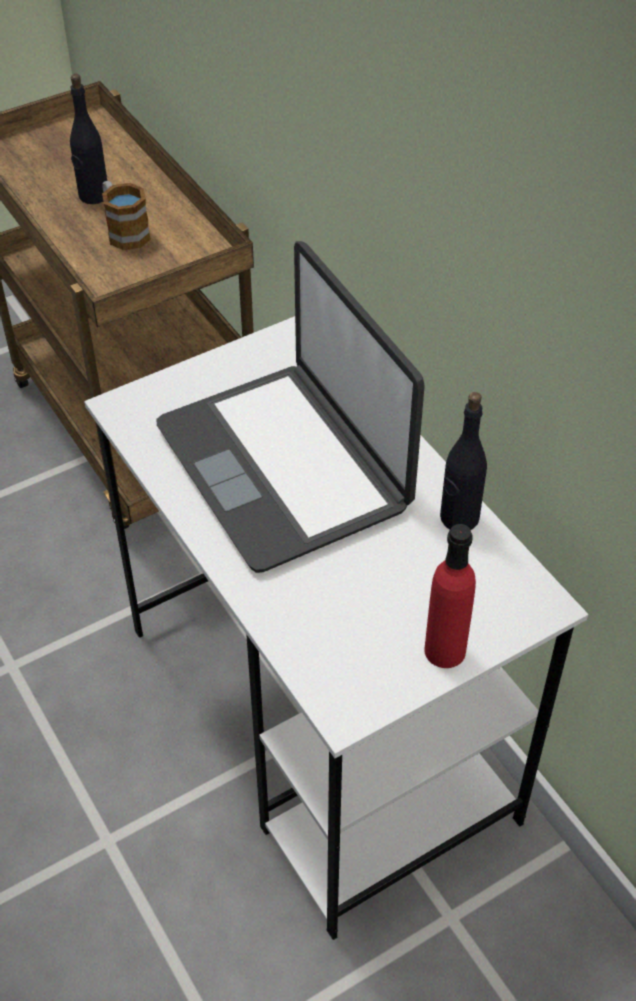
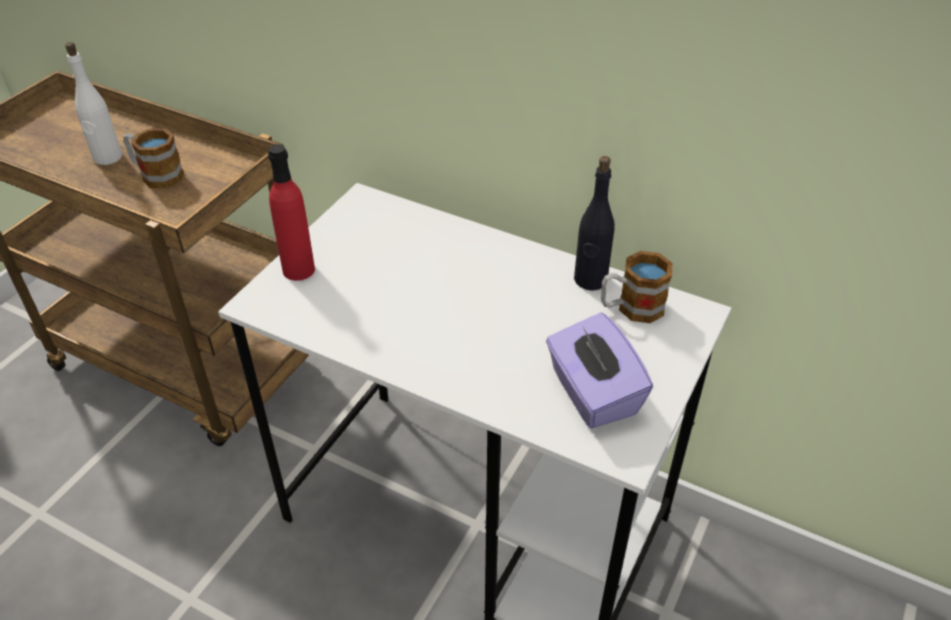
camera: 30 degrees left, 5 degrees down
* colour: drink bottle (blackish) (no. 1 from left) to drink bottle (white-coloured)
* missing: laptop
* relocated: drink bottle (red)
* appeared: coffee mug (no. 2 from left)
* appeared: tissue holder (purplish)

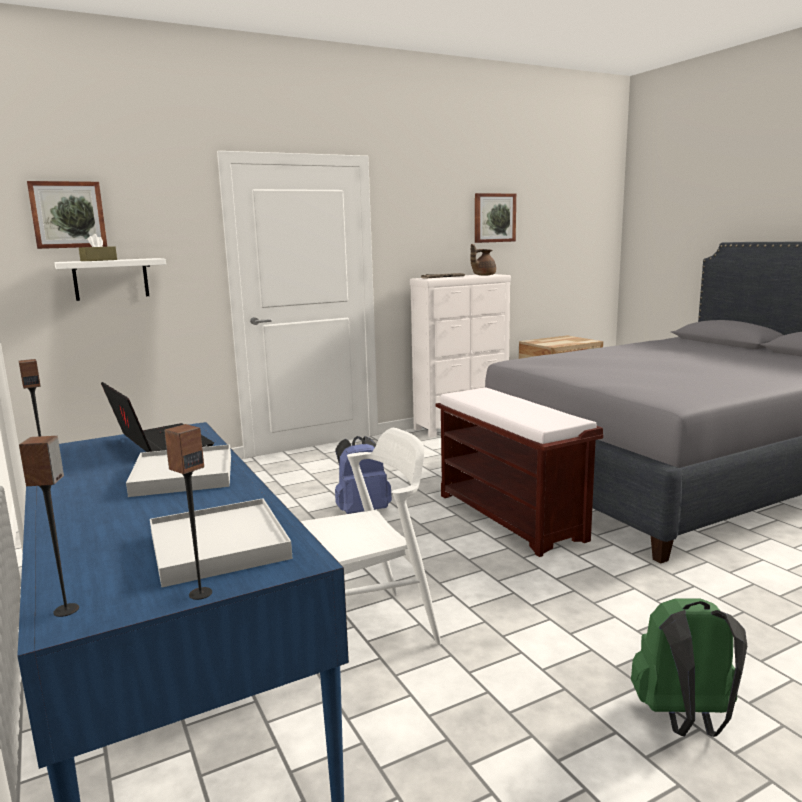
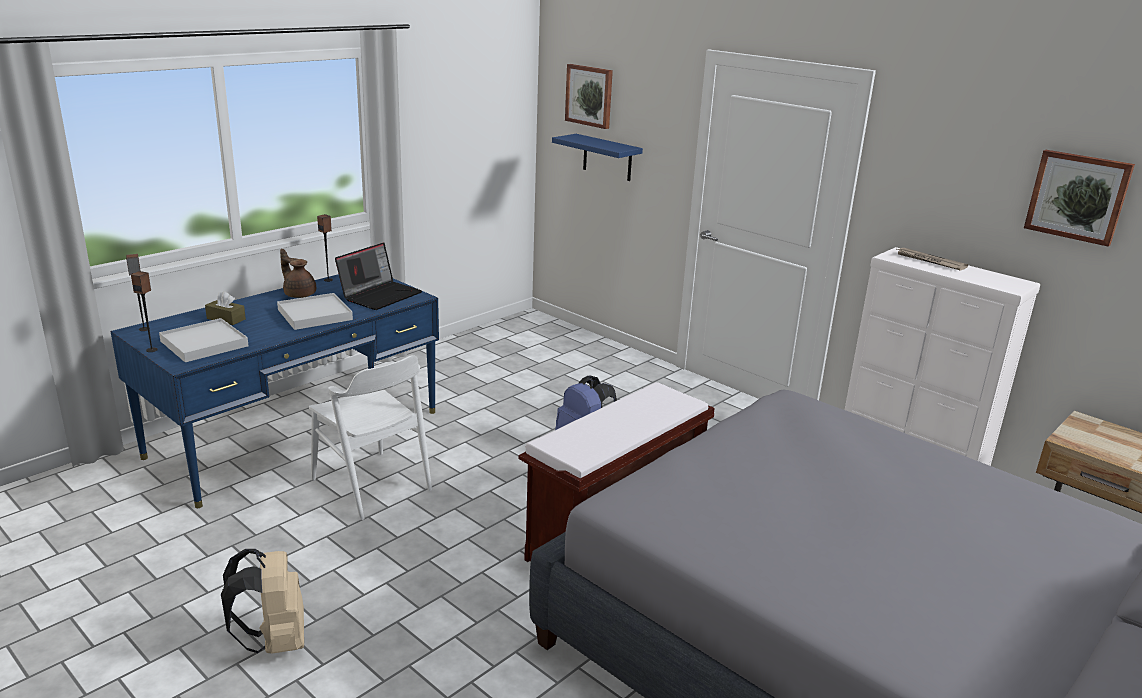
camera: 70 degrees right, 10 degrees up
* relocated: tissue holder (brown-coloured)
* relocated: pot for tea (brown-coloured)
* colour: shelf (white-coloured) to shelf (blue-coloured)
* colour: rucksack (greenish) to rucksack (beige-coloured)

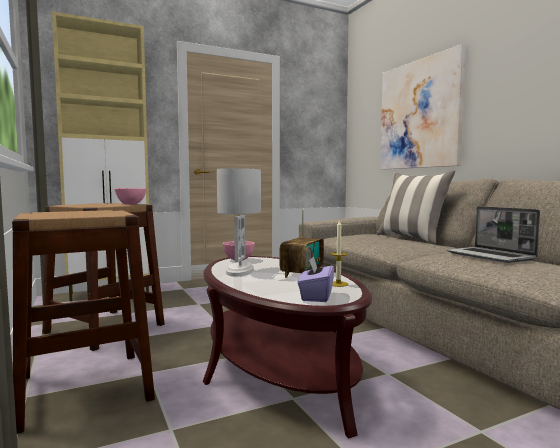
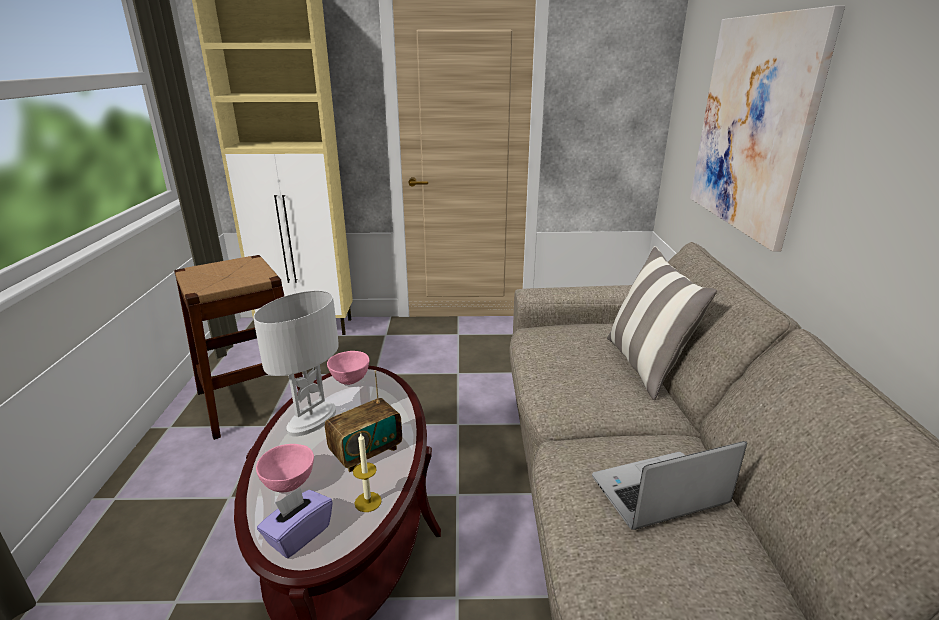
camera: 25 degrees right, 20 degrees up
* relocated: serving bowl (pink) (no. 1 from left)
* spun: laptop 75 degrees clockwise
* missing: stool (brown-coloured) (no. 1 from left)

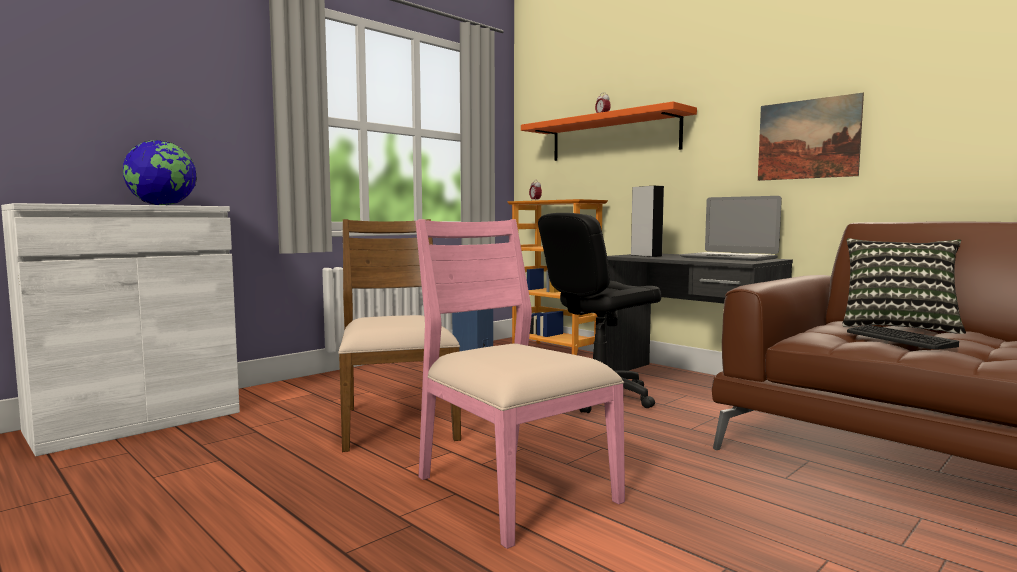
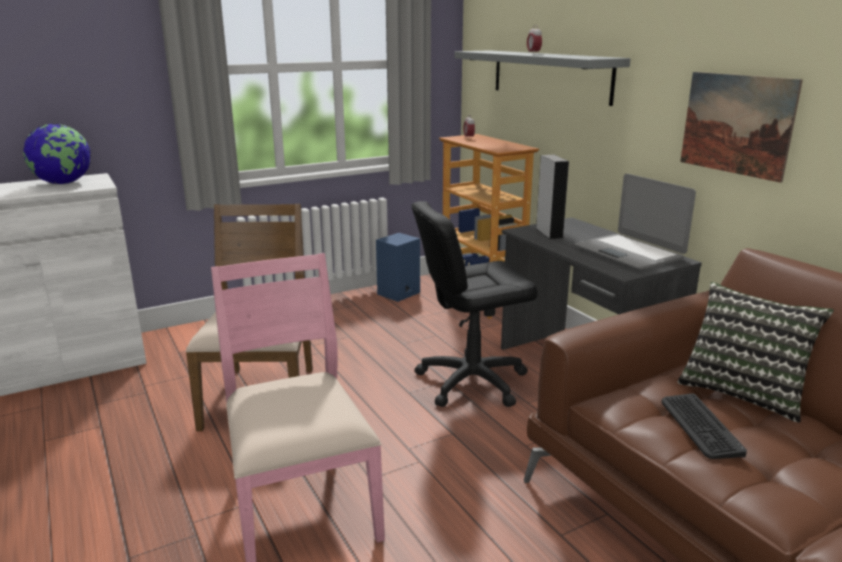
camera: 15 degrees right, 15 degrees up
* colour: shelf (orangey) to shelf (greyish)

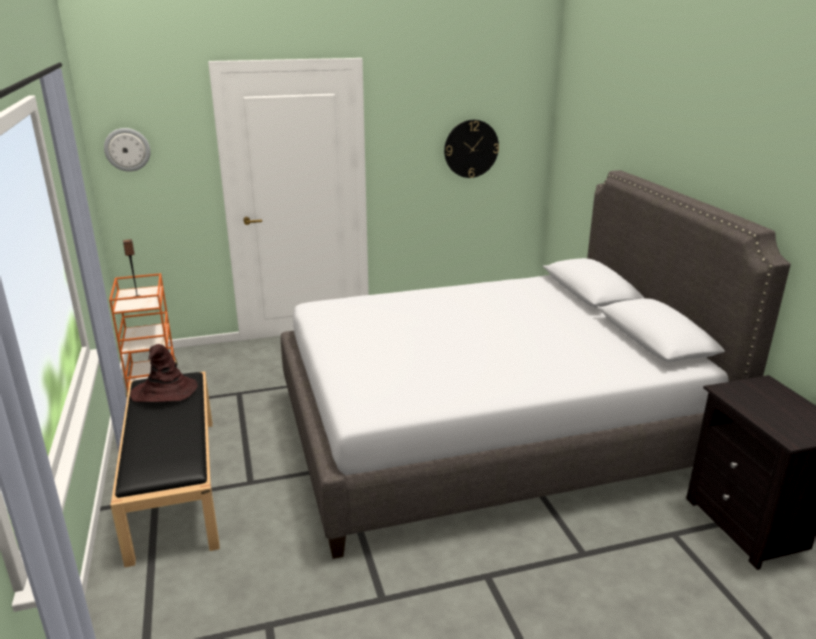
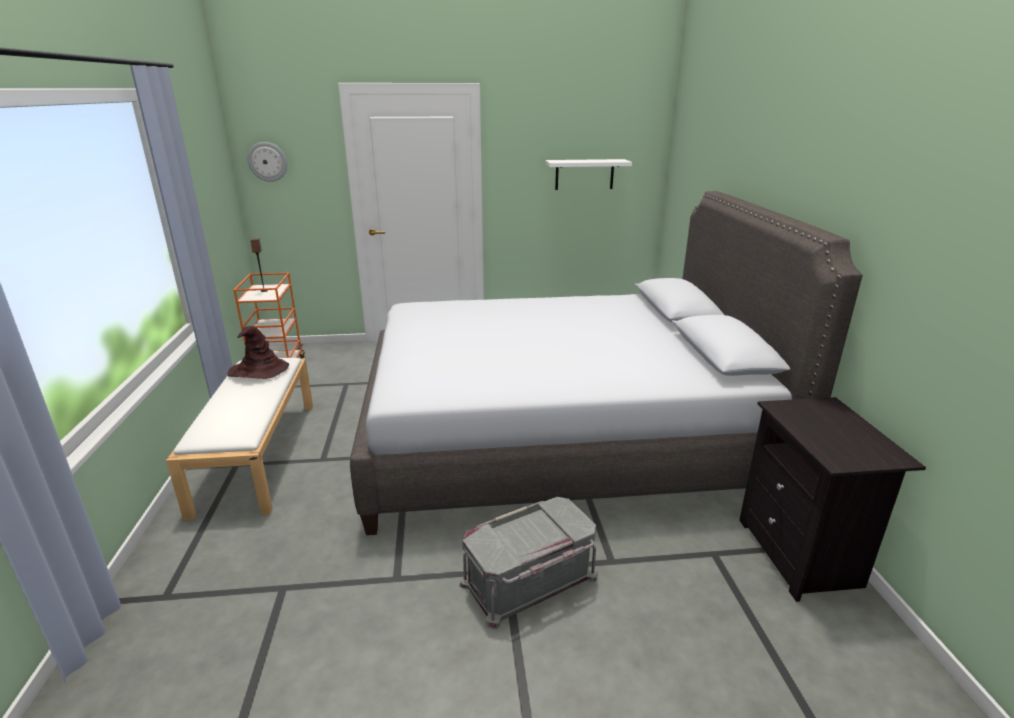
camera: 10 degrees right, 0 degrees up
* exchanged: wall clock (no. 2 from left) to shelf (white-coloured)
* colour: indoor bench (blackish) to indoor bench (white-coloured)
* appeared: storage bin (greyish)

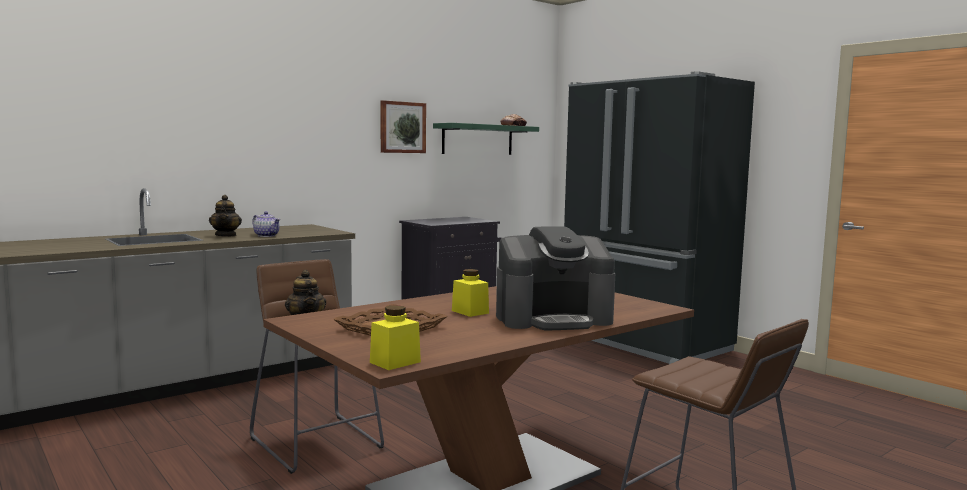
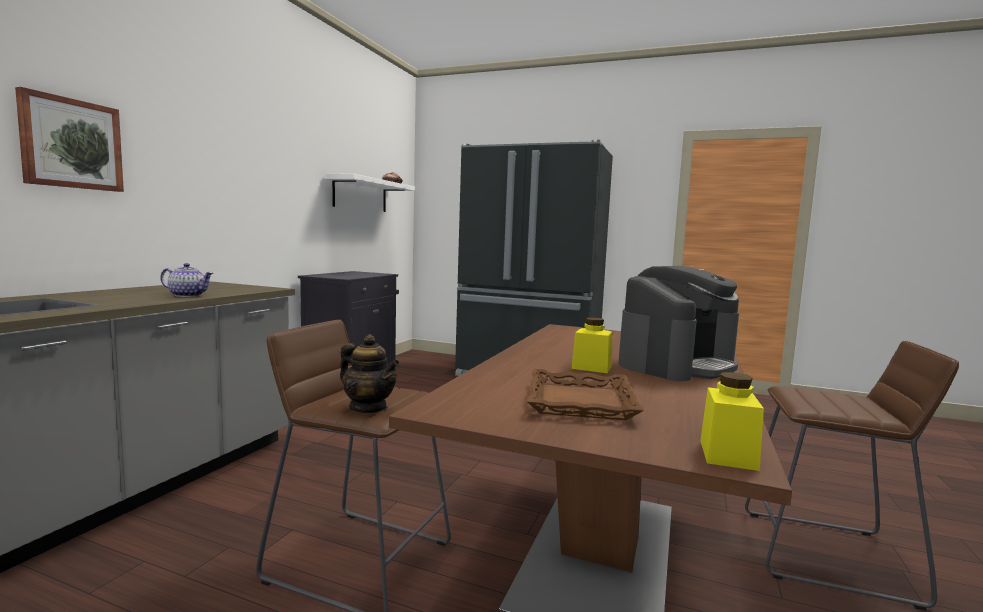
camera: 30 degrees left, 0 degrees up
* relocated: wall art
* colour: shelf (greenish) to shelf (white-coloured)
* missing: pot for tea (no. 1 from left)

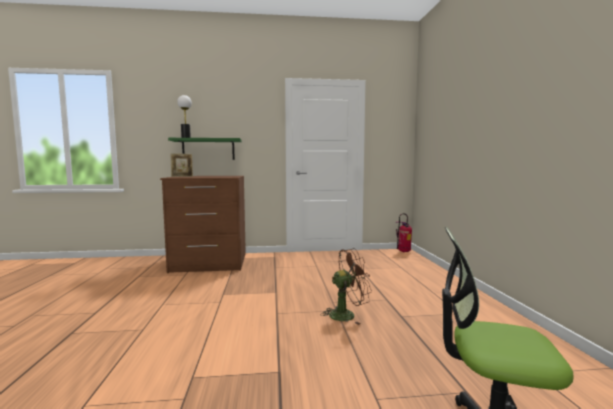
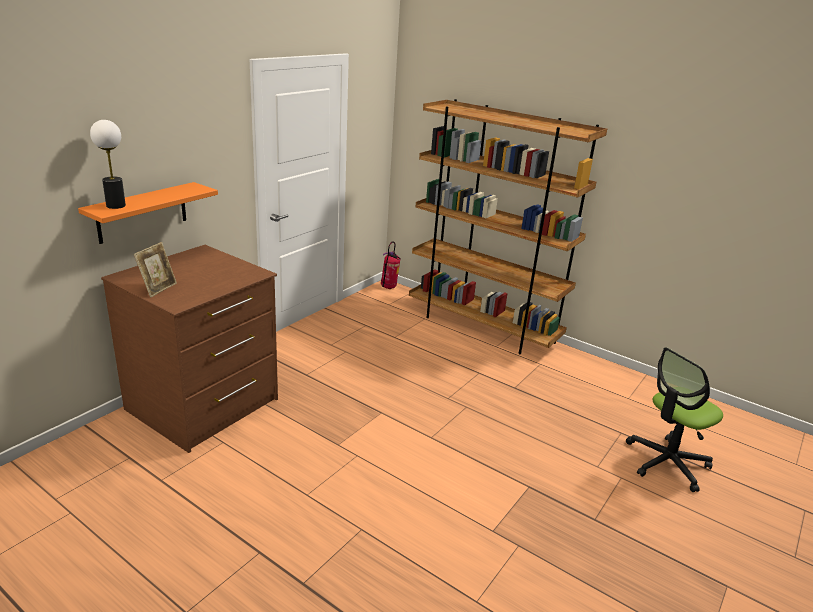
camera: 50 degrees left, 20 degrees up
* colour: shelf (greenish) to shelf (orangey)
* missing: cooling fan (brown-coloured)
* appeared: bookshelf (brown-coloured)

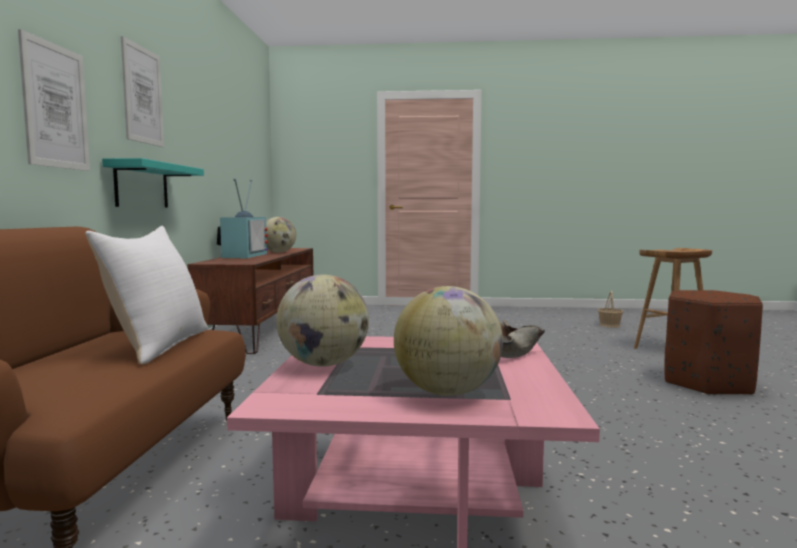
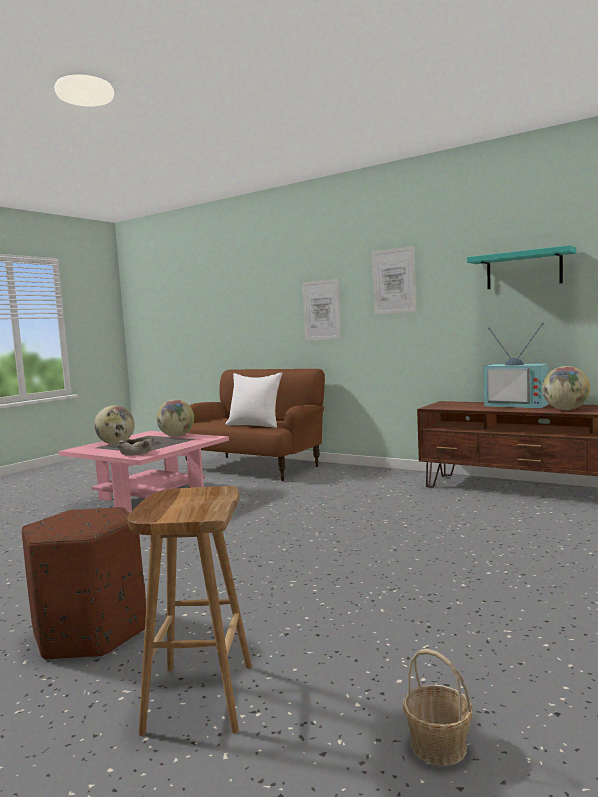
camera: 120 degrees right, 0 degrees up
* relocated: shelf (turquoise-coloured)

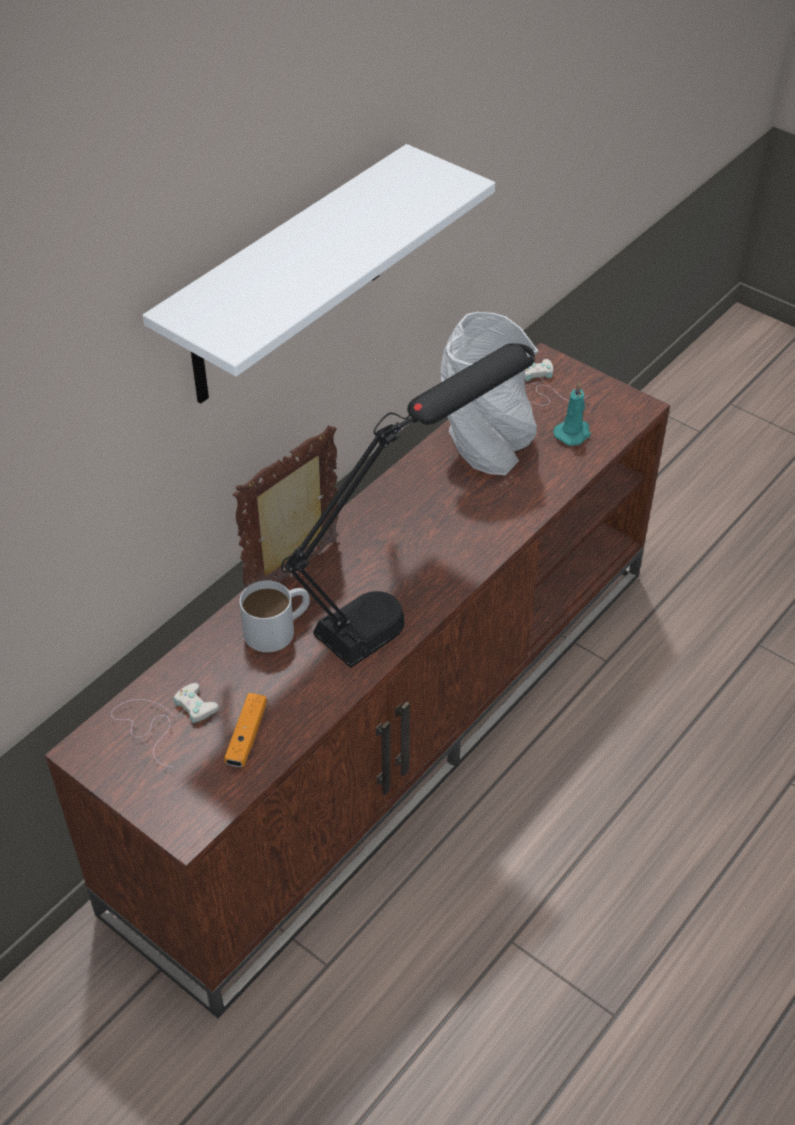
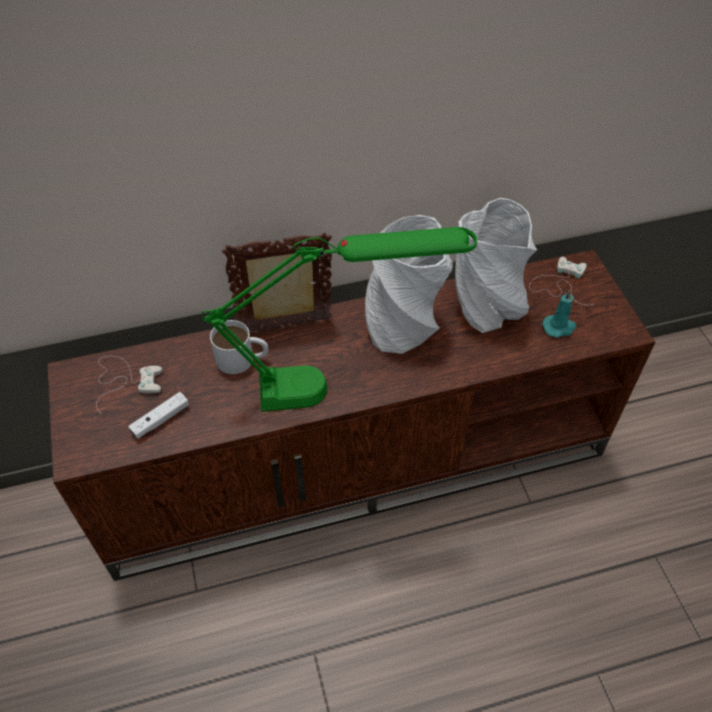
camera: 35 degrees right, 5 degrees up
* missing: shelf (white-coloured)
* colour: table lamp (blackish) to table lamp (greenish)
* colour: gamepad (orangey) to gamepad (white-coloured) (no. 2 from left)
* appeared: decorative vase (greyish) (no. 1 from left)

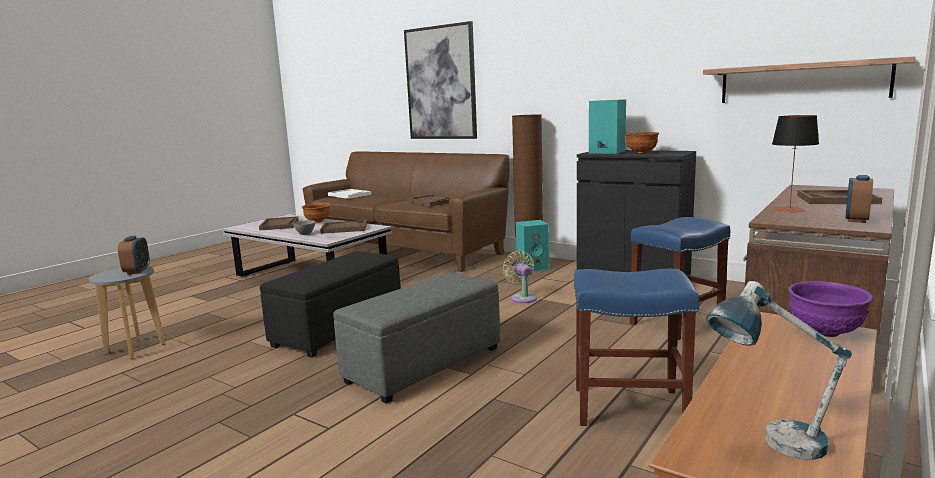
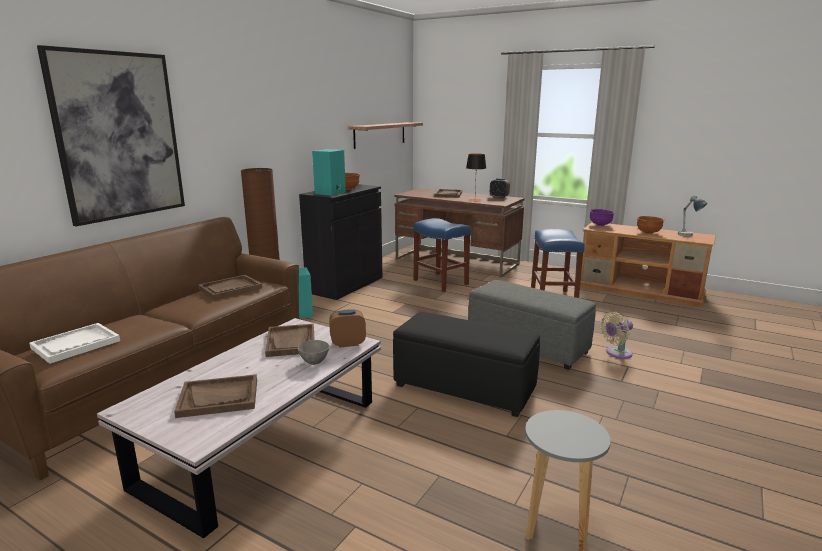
camera: 95 degrees left, 5 degrees up
* relocated: serving bowl (brown-coloured) (no. 1 from left in the first image) to serving bowl (brown-coloured) (no. 2 from left)
* relocated: alarm clock (no. 1 from left)
* relocated: cooling fan (beige-coloured)

